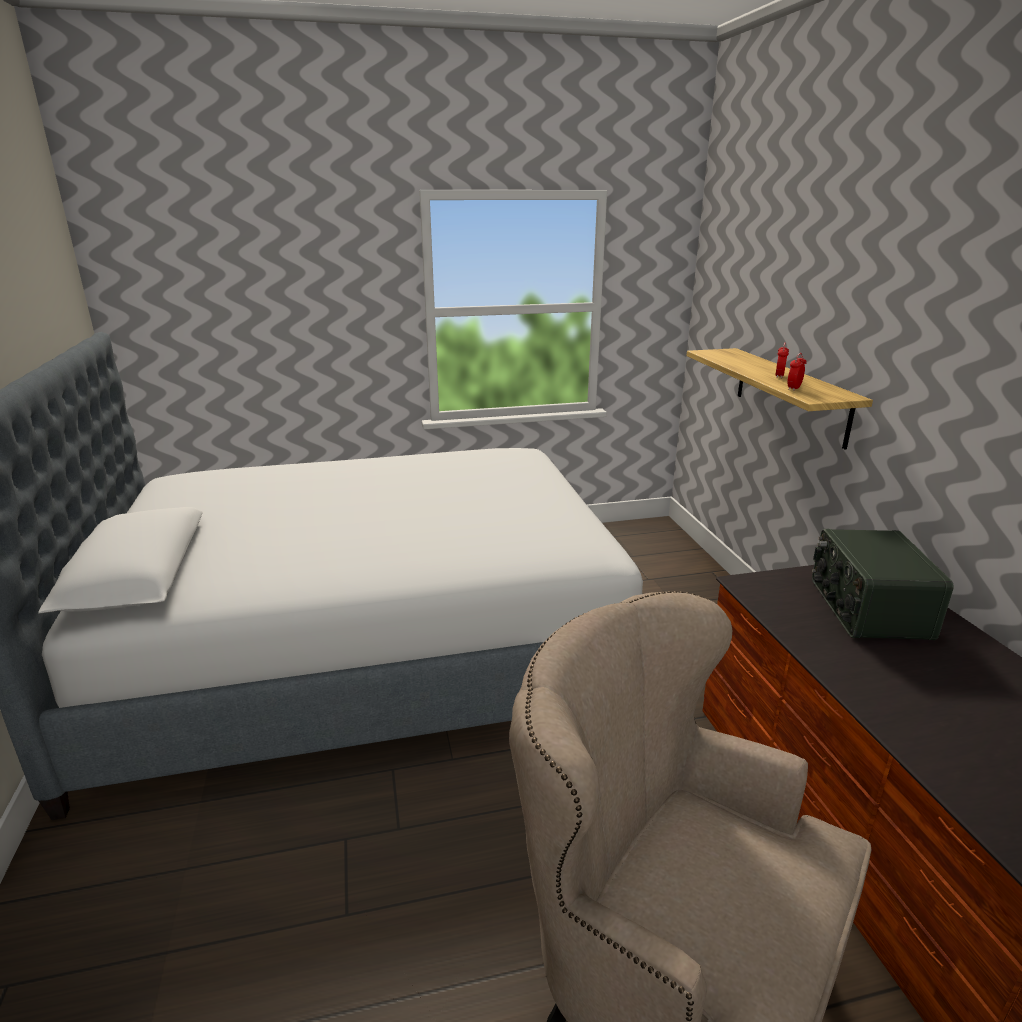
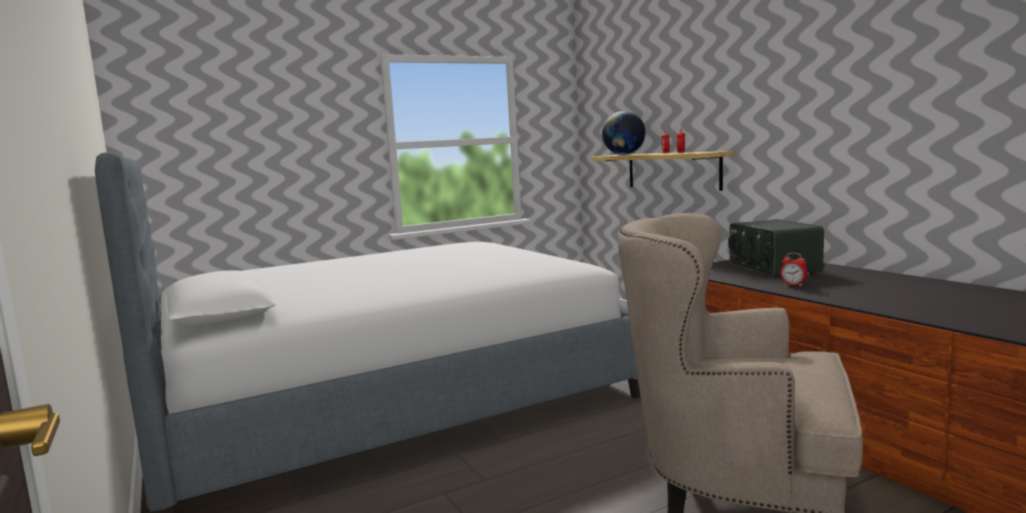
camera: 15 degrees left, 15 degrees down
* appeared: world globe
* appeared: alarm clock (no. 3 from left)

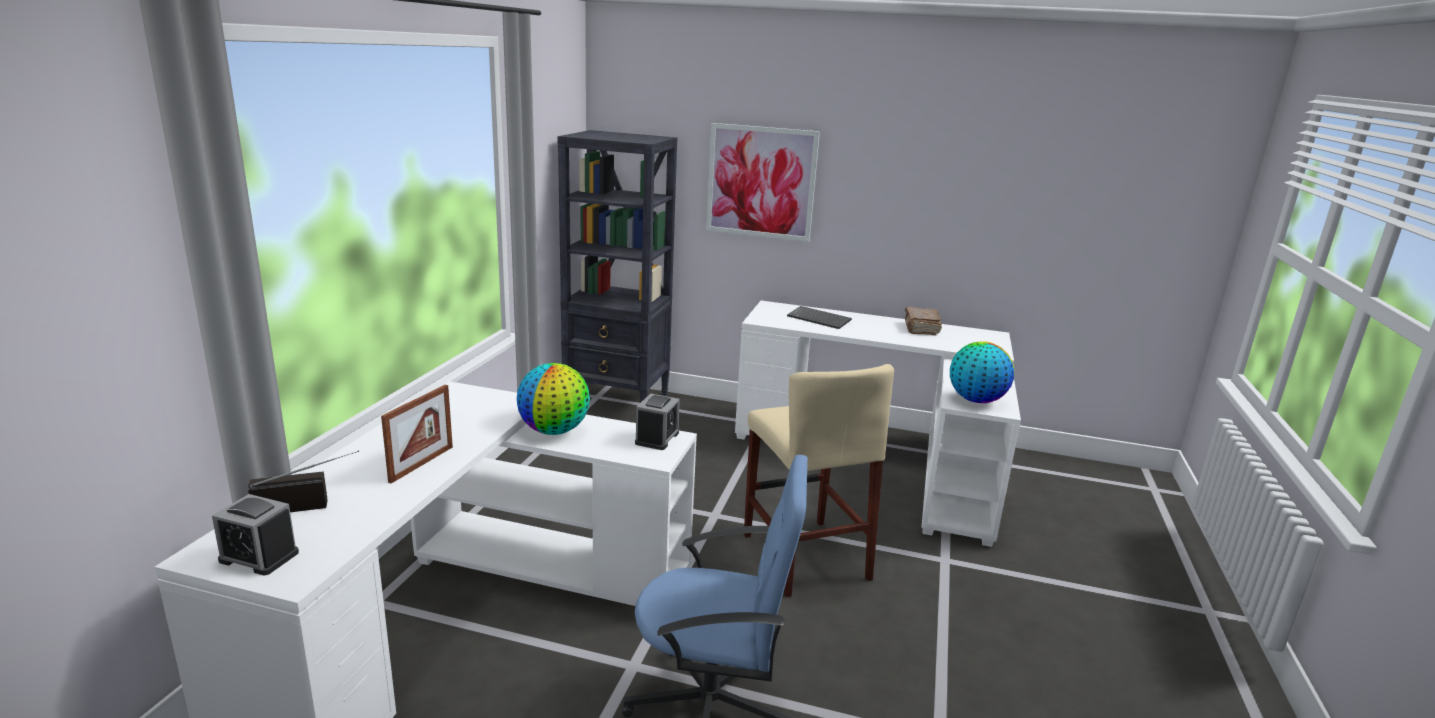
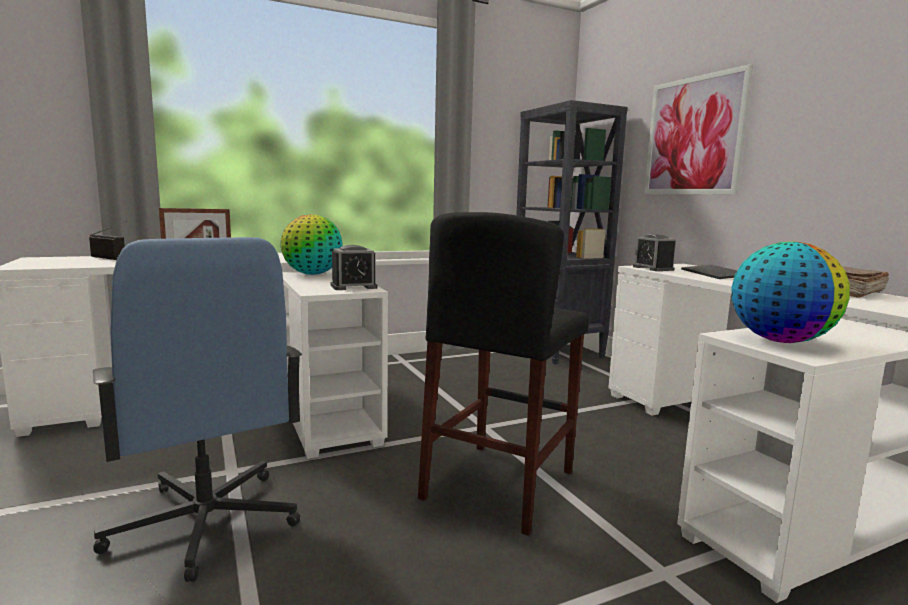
camera: 50 degrees right, 10 degrees down
* colour: stool (beige-coloured) to stool (blackish)
* relocated: alarm clock (no. 1 from left in the first image) to alarm clock (no. 2 from left)

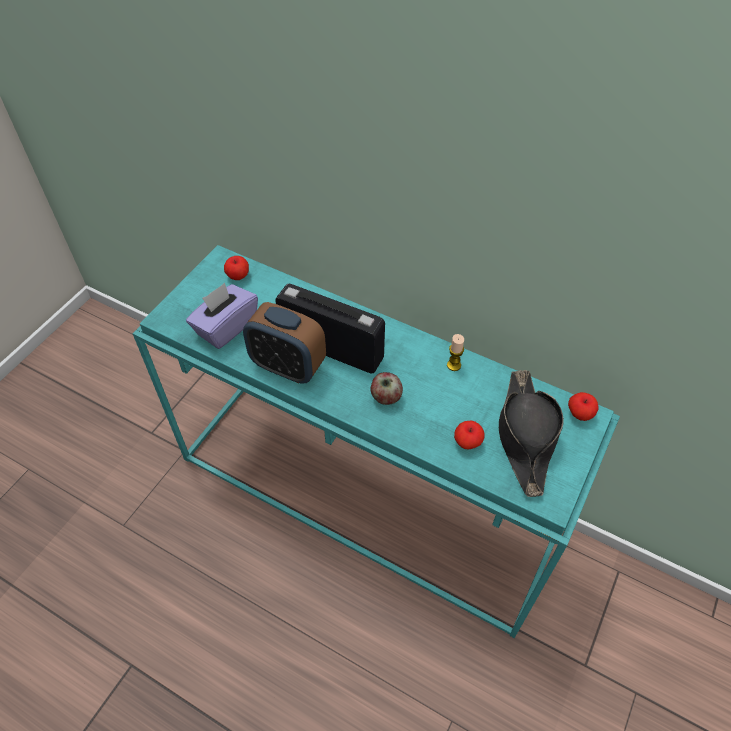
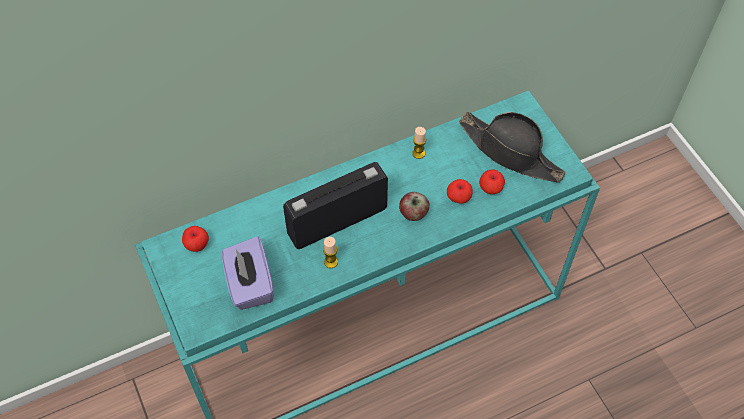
camera: 55 degrees left, 5 degrees up
* exchanged: alarm clock to candle (no. 1 from left)
* relocated: apple (no. 4 from left in the first image) to apple (no. 3 from left)

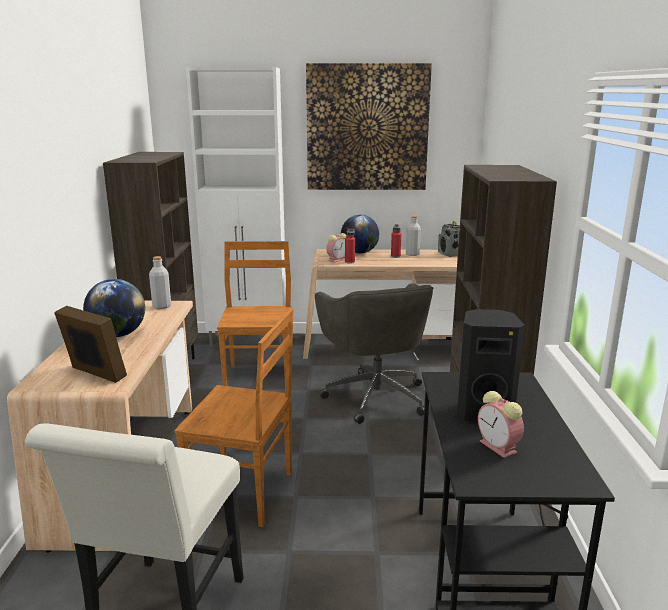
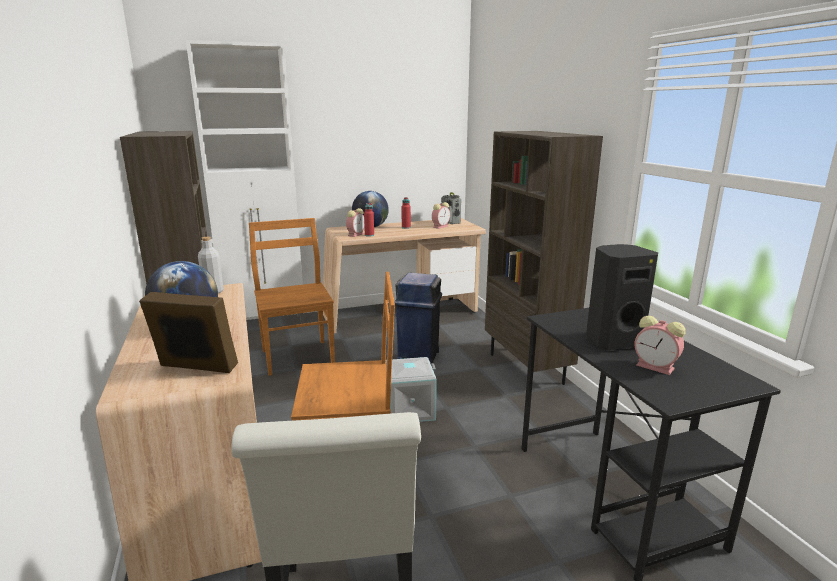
camera: 20 degrees left, 0 degrees up
* missing: wall art
* missing: drink bottle (greyish) (no. 2 from left)
* exchanged: desk chair (greyish) to trash can (blue-coloured)
* appeared: alarm clock (no. 2 from left)
* appeared: storage bin (greyish)

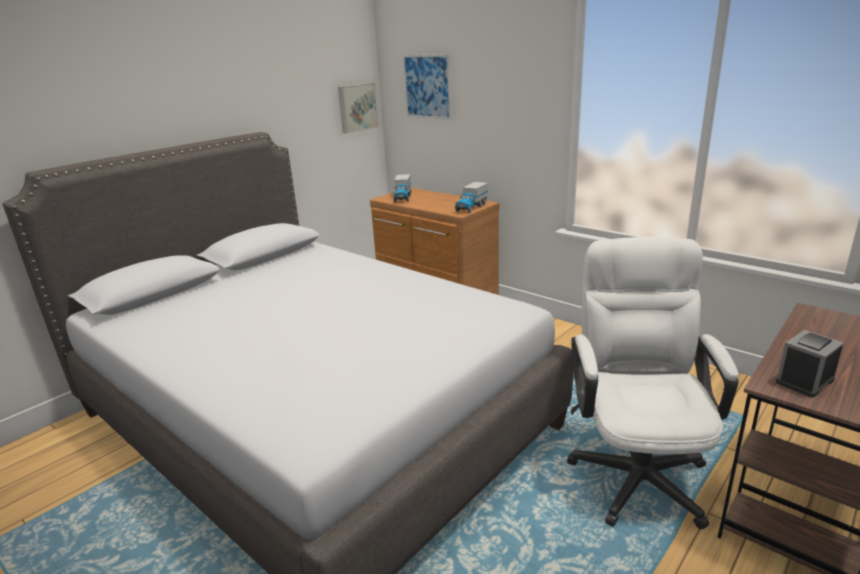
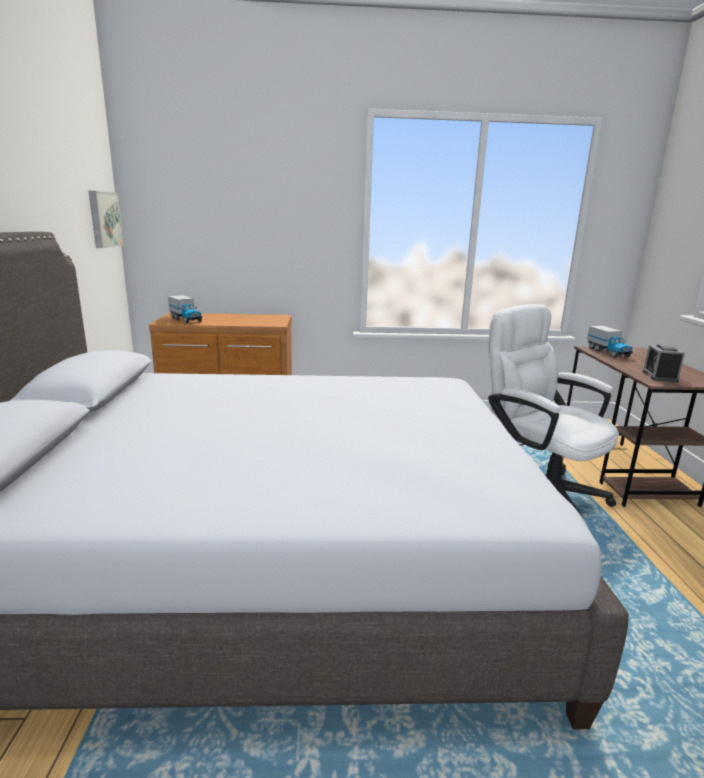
camera: 45 degrees left, 5 degrees down
* missing: wall art (no. 2 from left)
* relocated: model truck (no. 2 from left)

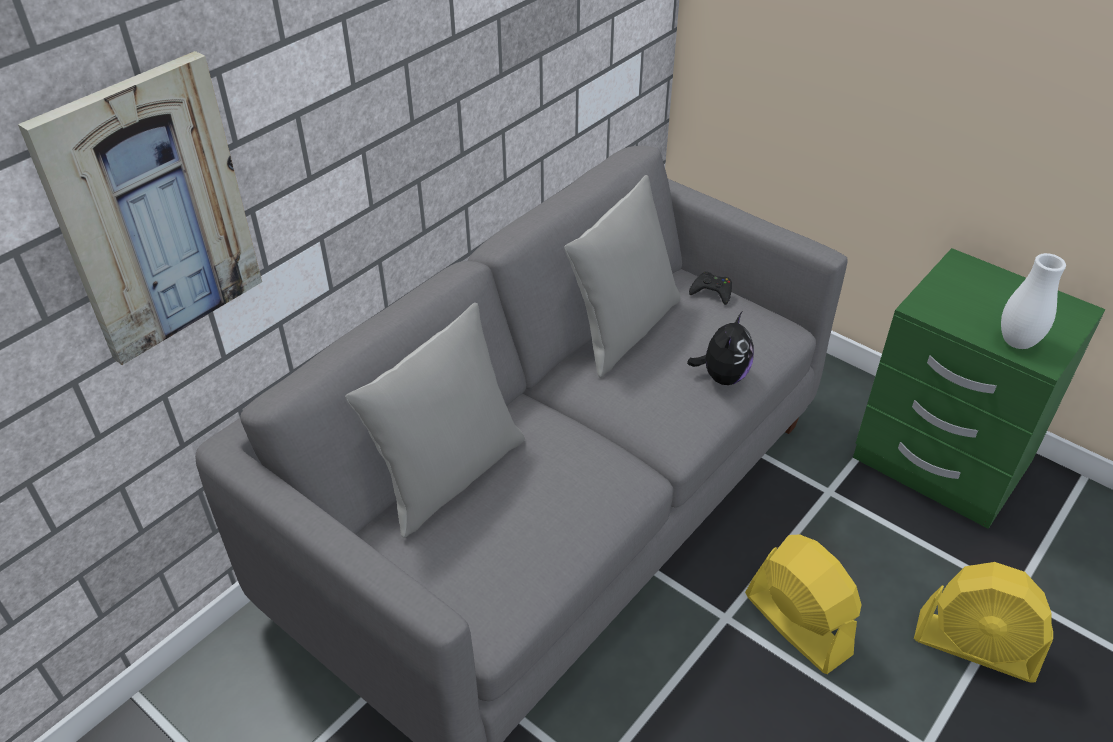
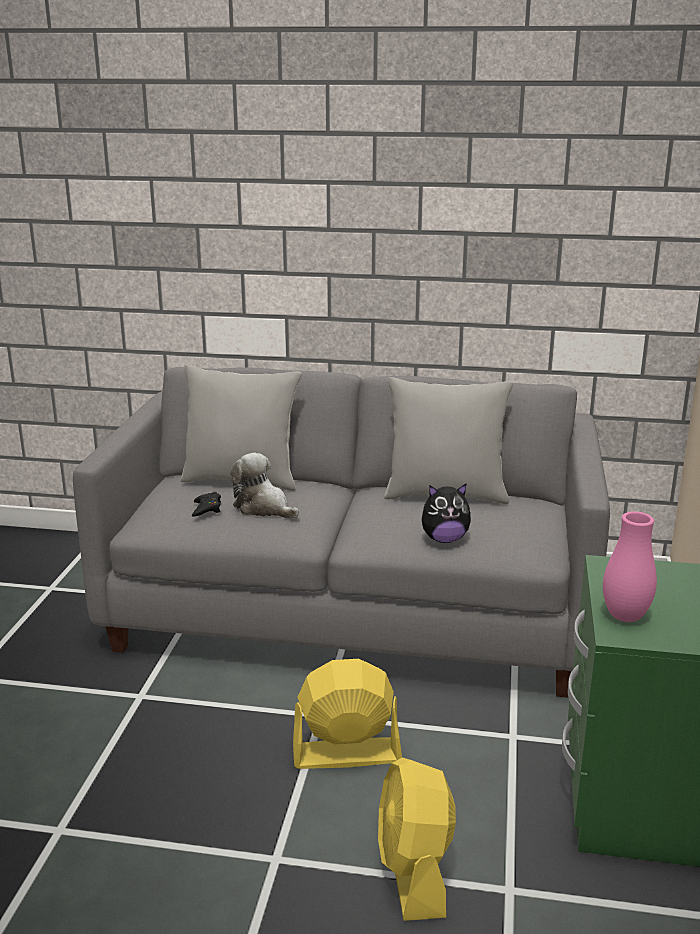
camera: 60 degrees right, 20 degrees down
* missing: wall art
* colour: decorative vase (white-coloured) to decorative vase (pink)
* relocated: gamepad (blackish)
* spun: cooling fan (yellow) (no. 1 from left) 120 degrees counterclockwise
* appeared: plush toy (no. 1 from left)

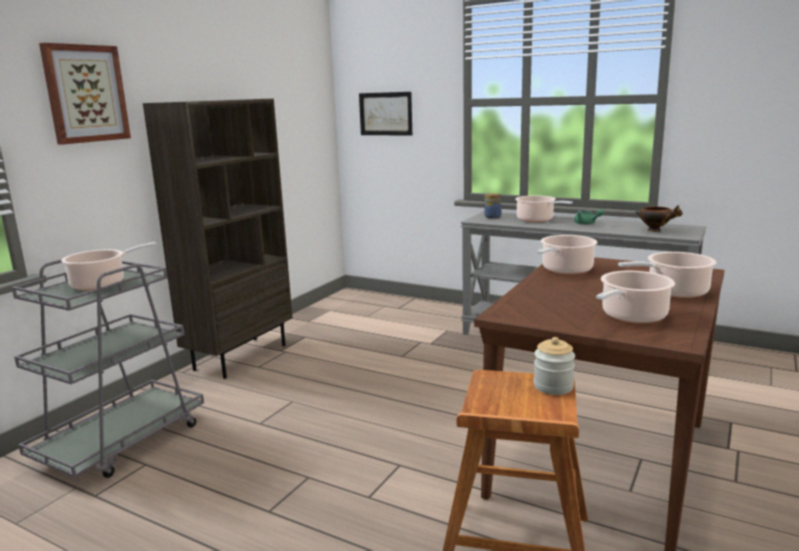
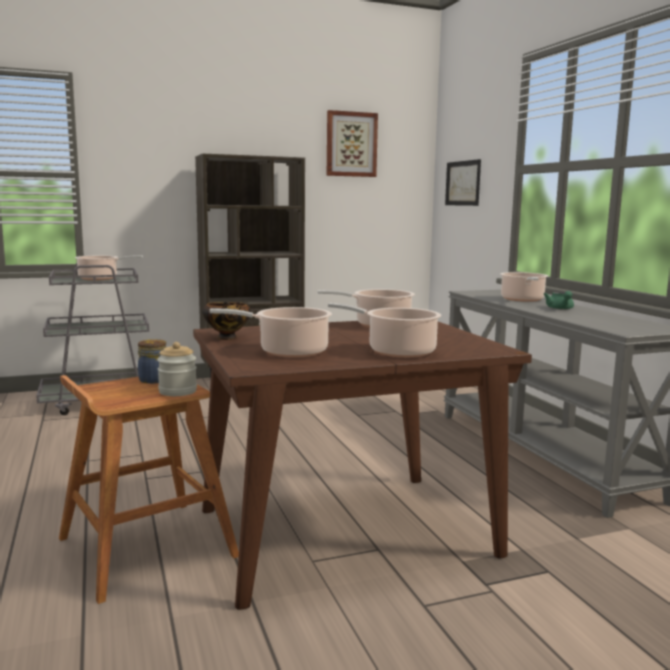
camera: 40 degrees right, 5 degrees down
* relocated: wall art (no. 1 from left)
* relocated: jar (no. 1 from left)
* relocated: serving bowl

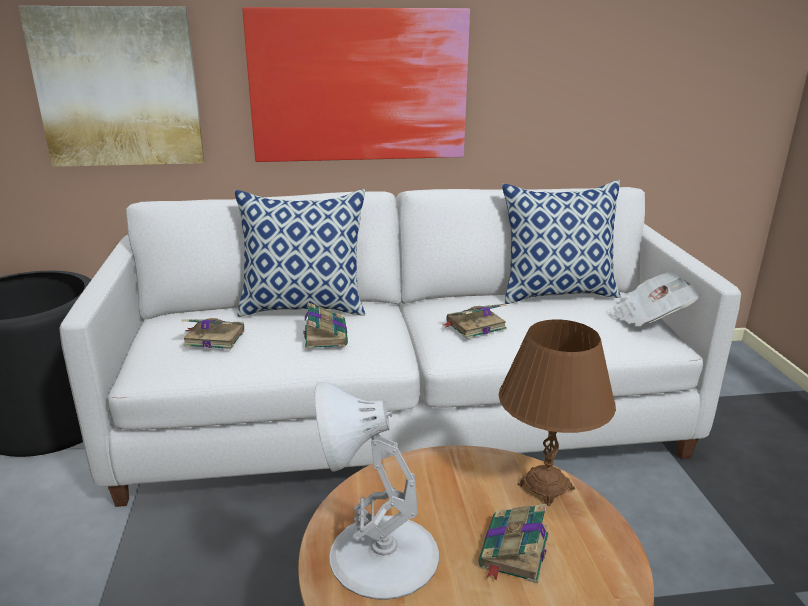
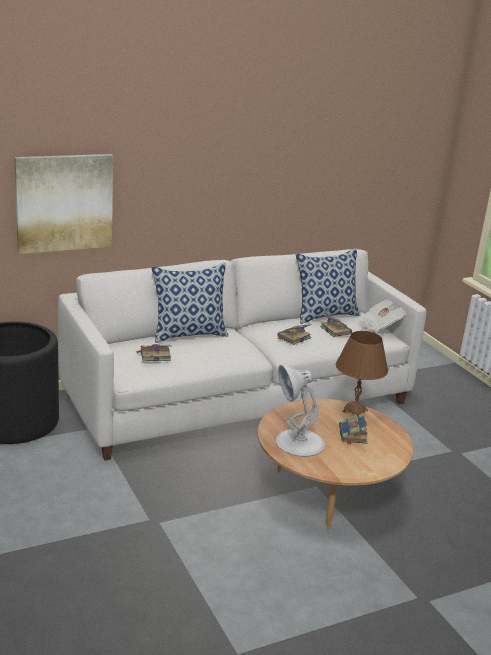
camera: 20 degrees left, 0 degrees up
* missing: wall art (no. 2 from left)
* relocated: book (no. 2 from left in the first image) to book (no. 3 from left)

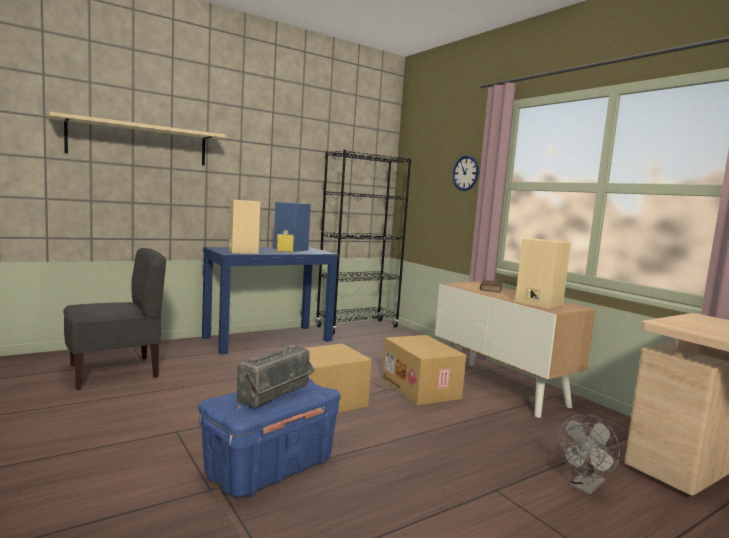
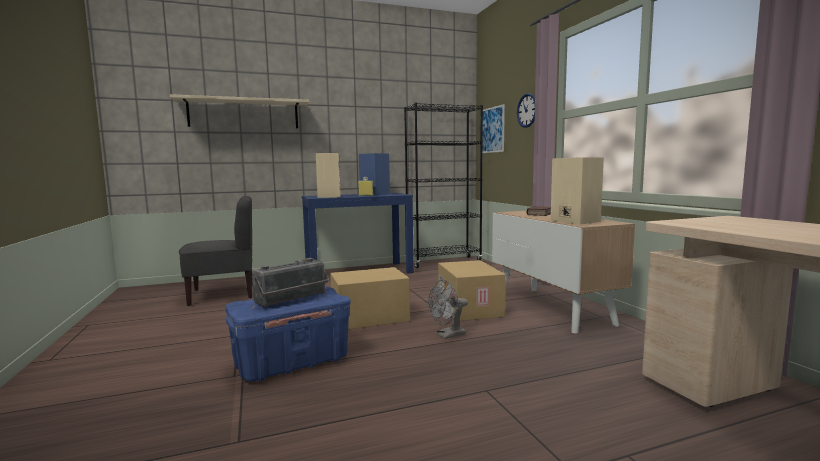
camera: 15 degrees right, 0 degrees up
* relocated: cooling fan (greyish)
* appeared: wall art

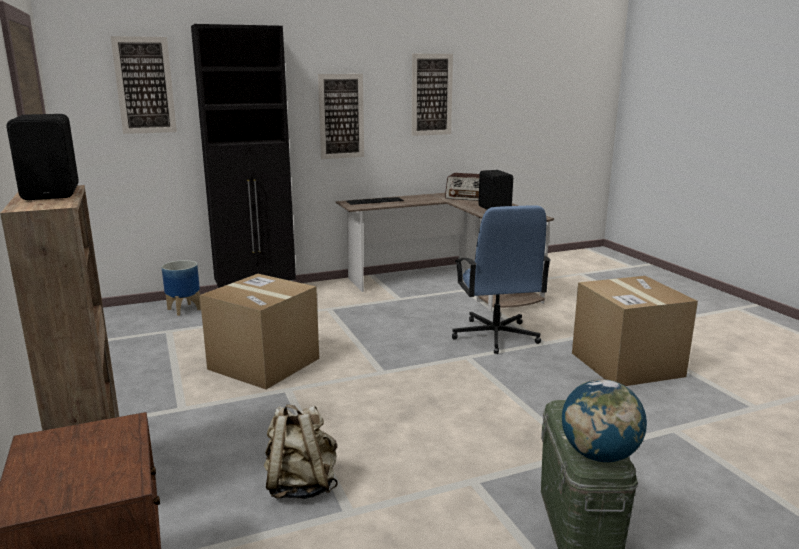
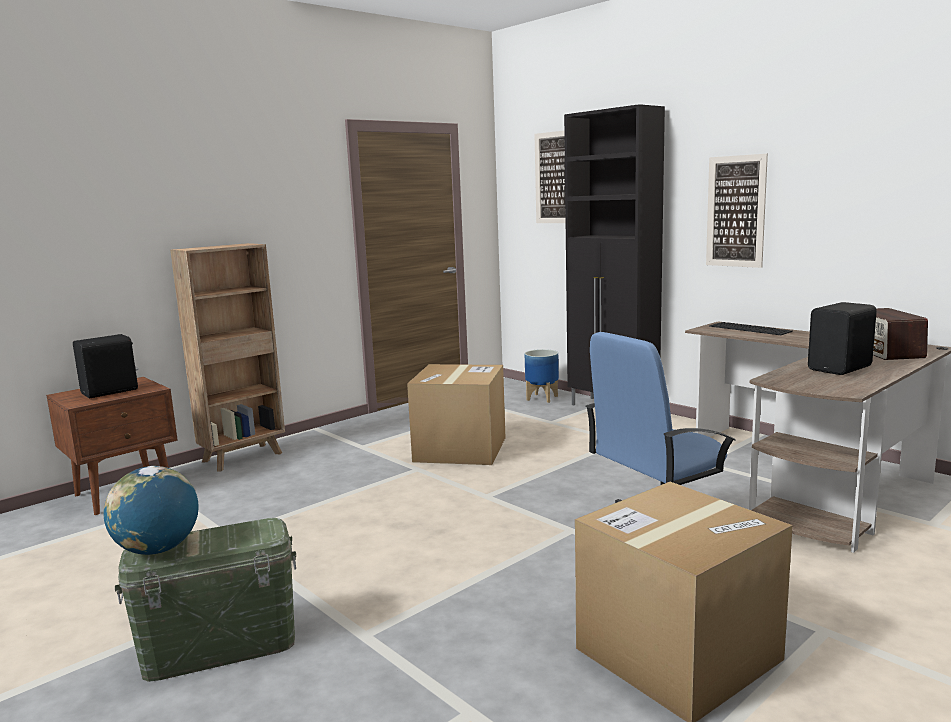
camera: 70 degrees right, 5 degrees down
* missing: wall art (no. 3 from left)
* relocated: speaker (blackish) (no. 1 from left)
* missing: rucksack (beige-coloured)

